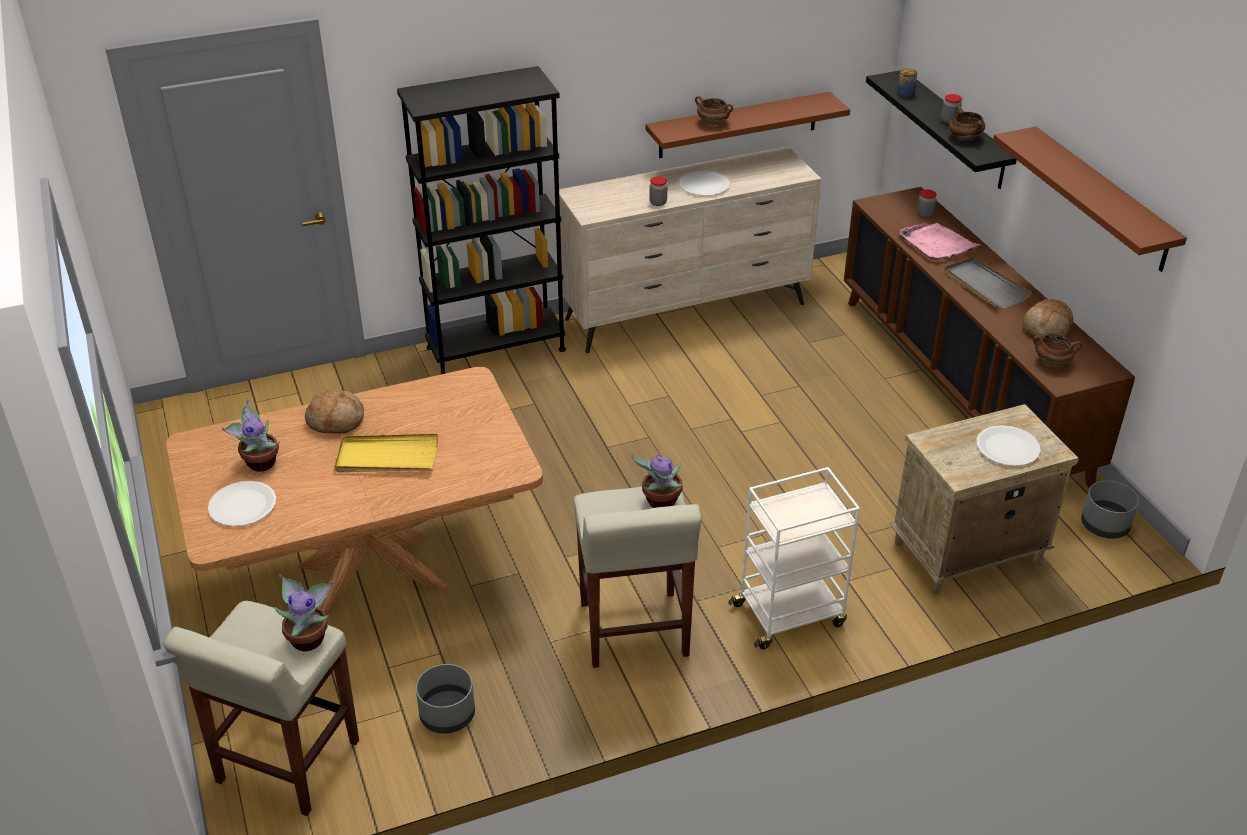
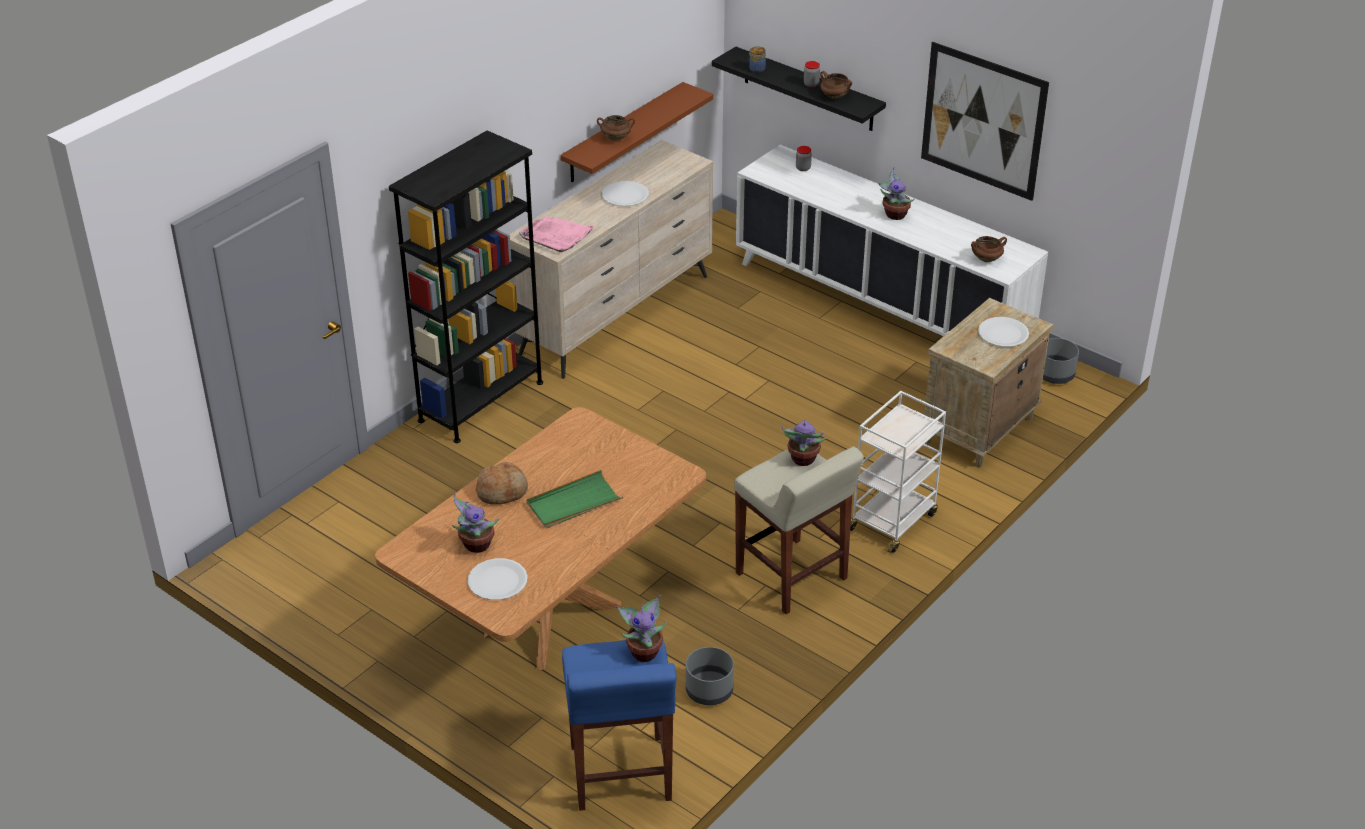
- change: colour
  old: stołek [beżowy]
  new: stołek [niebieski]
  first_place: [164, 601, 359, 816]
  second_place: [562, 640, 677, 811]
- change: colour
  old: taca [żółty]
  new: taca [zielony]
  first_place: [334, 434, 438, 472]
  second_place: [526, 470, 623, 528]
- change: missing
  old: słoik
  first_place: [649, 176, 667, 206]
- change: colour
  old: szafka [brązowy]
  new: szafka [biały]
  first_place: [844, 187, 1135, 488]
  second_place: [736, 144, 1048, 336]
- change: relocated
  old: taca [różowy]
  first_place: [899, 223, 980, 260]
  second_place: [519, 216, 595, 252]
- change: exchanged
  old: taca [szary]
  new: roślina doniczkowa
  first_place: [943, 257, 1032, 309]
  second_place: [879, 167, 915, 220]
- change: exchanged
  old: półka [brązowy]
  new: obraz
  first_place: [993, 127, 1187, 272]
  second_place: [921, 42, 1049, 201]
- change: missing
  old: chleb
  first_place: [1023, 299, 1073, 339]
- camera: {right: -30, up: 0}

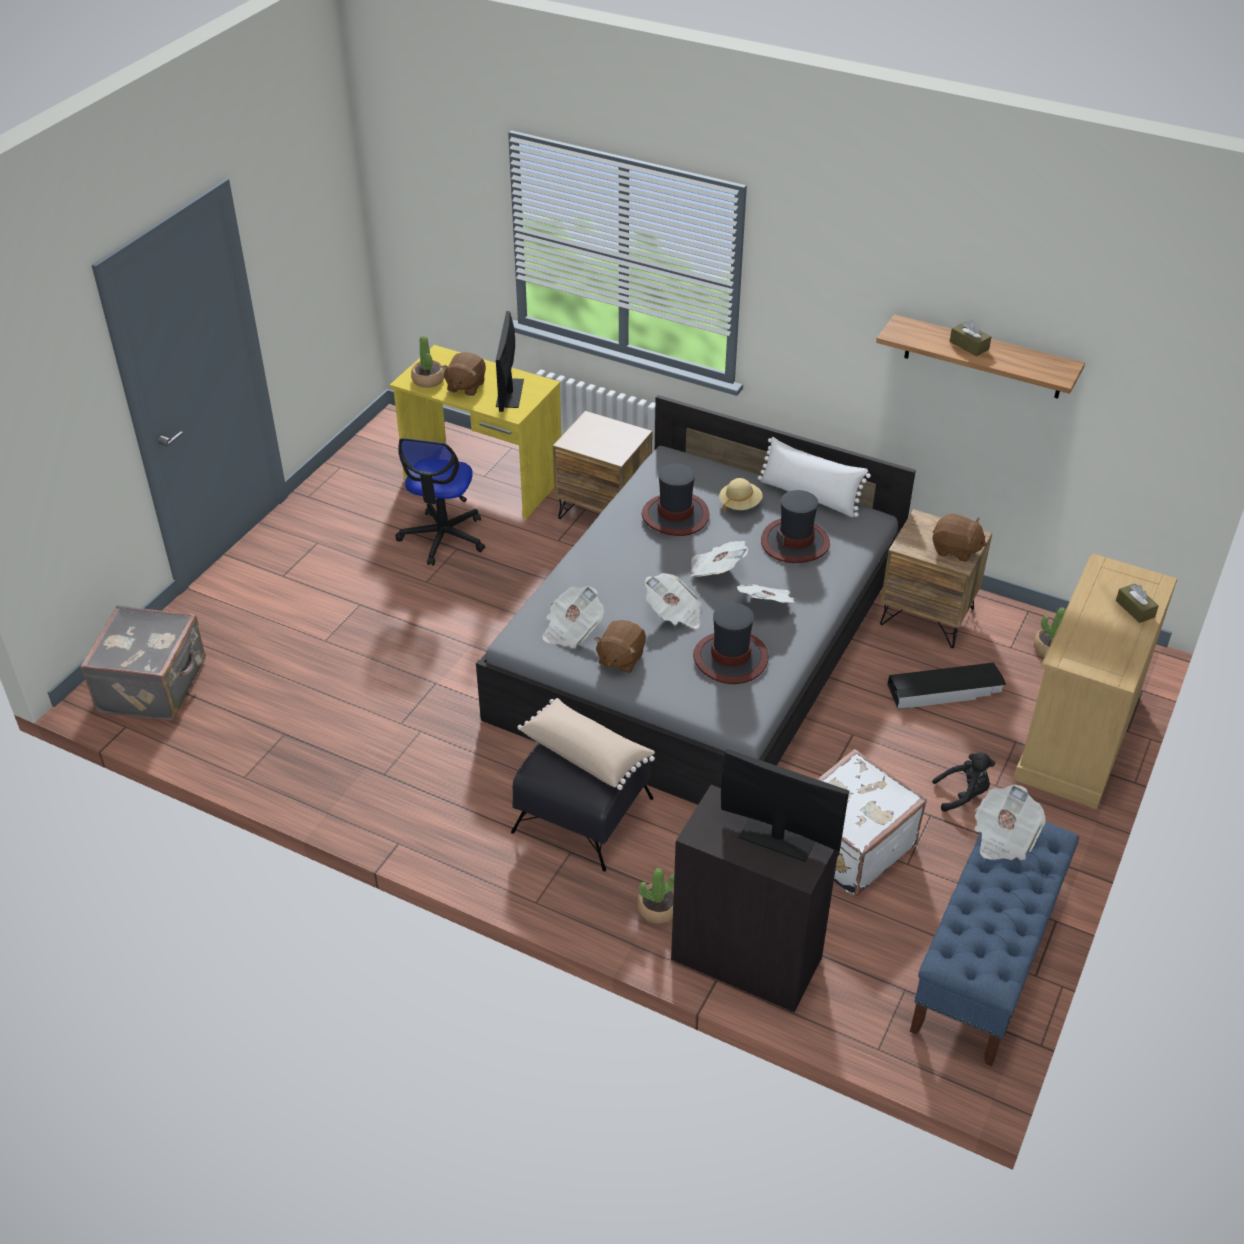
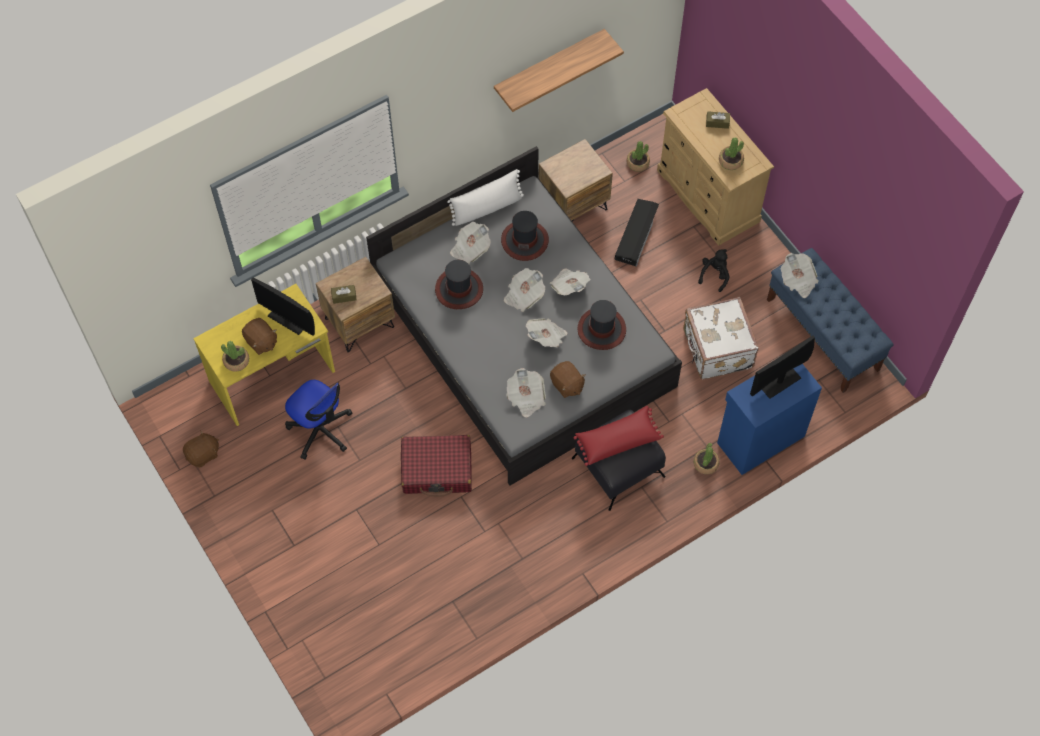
- change: missing
  old: walizka [szary]
  first_place: [80, 605, 206, 720]
- change: colour
  old: poduszka [beżowy]
  new: poduszka [czerwony]
  first_place: [517, 698, 655, 790]
  second_place: [574, 406, 664, 466]
- change: colour
  old: szafka [czarny]
  new: szafka [niebieski]
  first_place: [671, 785, 840, 1013]
  second_place: [717, 364, 822, 475]
- change: exchanged
  old: kapelusz [beżowy]
  new: gazeta
  first_place: [719, 478, 763, 513]
  second_place: [450, 222, 491, 264]
- change: relocated
  old: pluszak [brązowy]
  first_place: [932, 513, 987, 562]
  second_place: [183, 431, 219, 468]
- change: relocated
  old: pudełko chusteczek [brązowy]
  first_place: [950, 319, 991, 356]
  second_place: [331, 285, 356, 304]
- change: appeared
  new: walizka [czerwony]
  second_place: [401, 435, 472, 497]
- change: appeared
  new: roślina doniczkowa
  second_place: [719, 137, 744, 170]
- camera: {right: -60, up: 20}

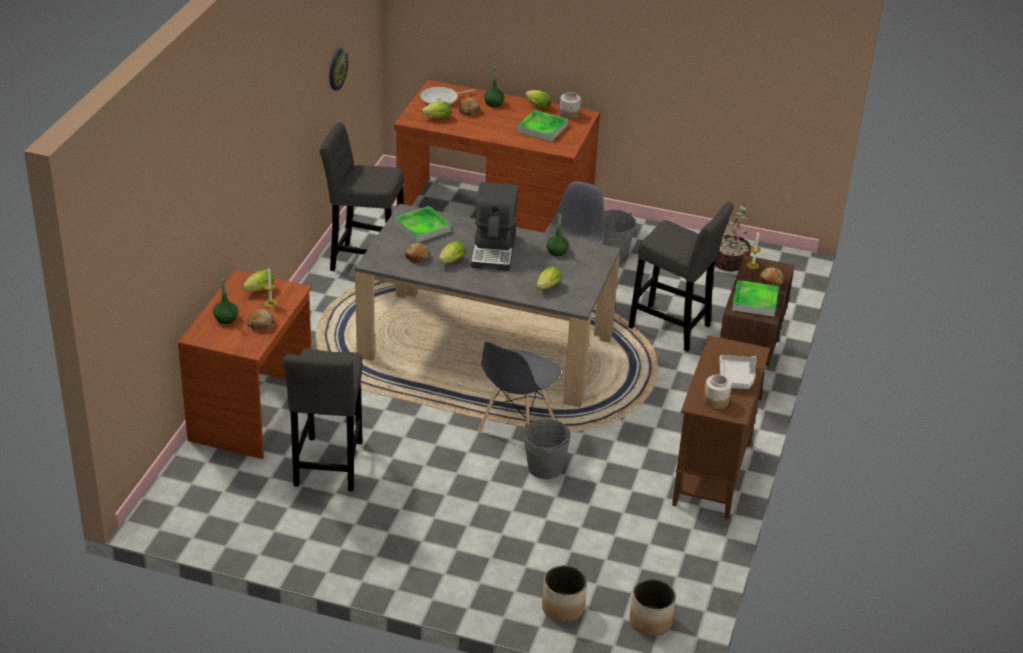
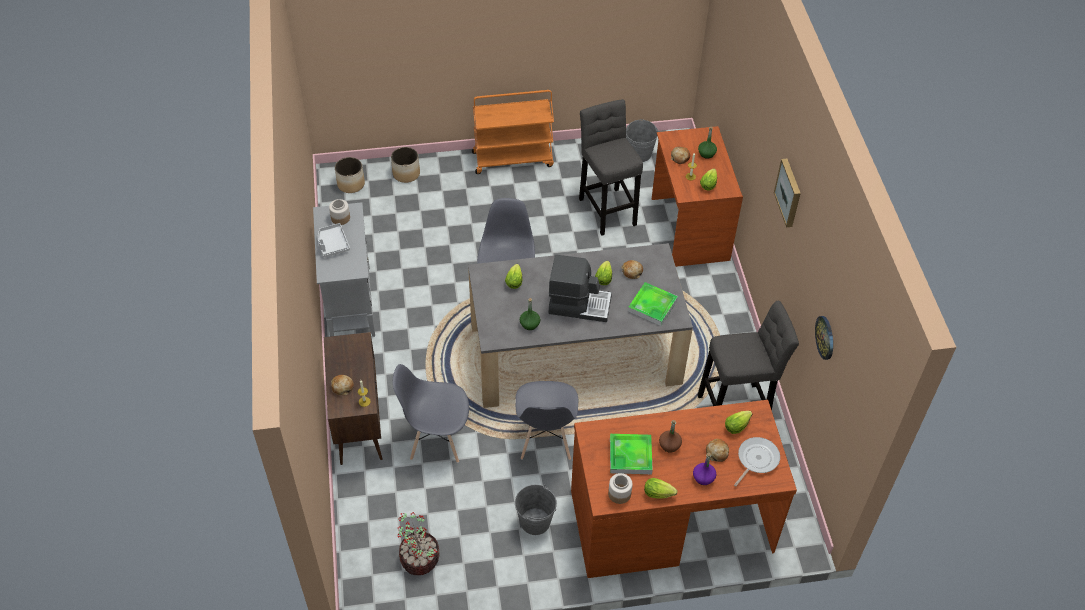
- change: spun
  old: ekspres do kawy
  first_place: [471, 182, 518, 271]
  second_place: [549, 254, 612, 322]
  degrees: 120
- change: colour
  old: butelka [zielony]
  new: butelka [fioletowy]
  first_place: [484, 68, 505, 107]
  second_place: [693, 453, 716, 485]
- change: relocated
  old: wiadro [szary]
  first_place: [524, 419, 571, 479]
  second_place: [626, 119, 659, 162]
- change: exchanged
  old: stołek [szary]
  new: krzesło [szary]
  first_place: [628, 202, 734, 352]
  second_place: [393, 364, 469, 463]
- change: colour
  old: szafka [brązowy]
  new: szafka [szary]
  first_place: [672, 335, 770, 519]
  second_place: [313, 202, 375, 337]
- change: missing
  old: taca
  first_place: [732, 280, 779, 317]
- change: appeared
  new: wózek [pomarańczowy]
  second_place: [472, 90, 554, 174]
- change: appeared
  new: butelka [brązowy]
  second_place: [659, 420, 682, 453]
- change: appeared
  new: obraz
  second_place: [774, 158, 801, 228]
- camera: {right: 155, up: 15}

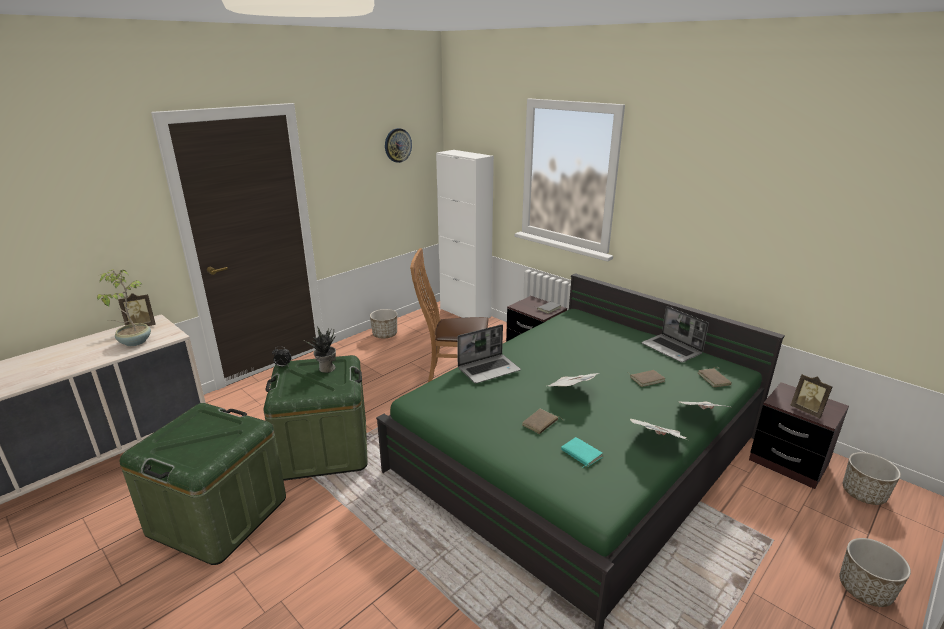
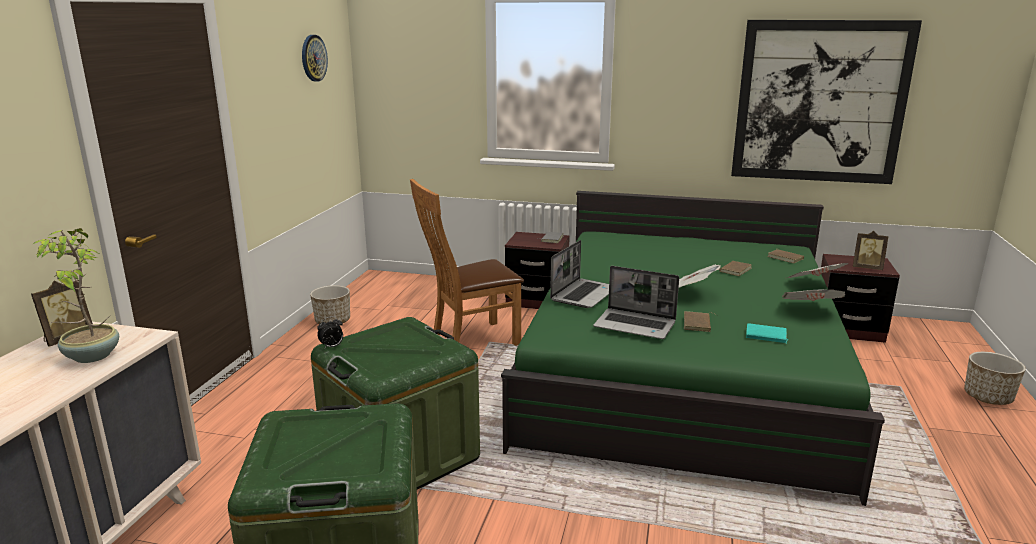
- change: missing
  old: roślina doniczkowa
  first_place: [305, 326, 336, 373]
- change: missing
  old: szafka [biały]
  first_place: [436, 150, 494, 318]
- change: relocated
  old: laptop
  first_place: [641, 306, 709, 362]
  second_place: [593, 266, 679, 339]
- change: missing
  old: donica
  first_place: [843, 452, 901, 505]
- change: appeared
  new: obraz
  second_place: [731, 20, 922, 184]
- camera: {right: -30, up: -5}

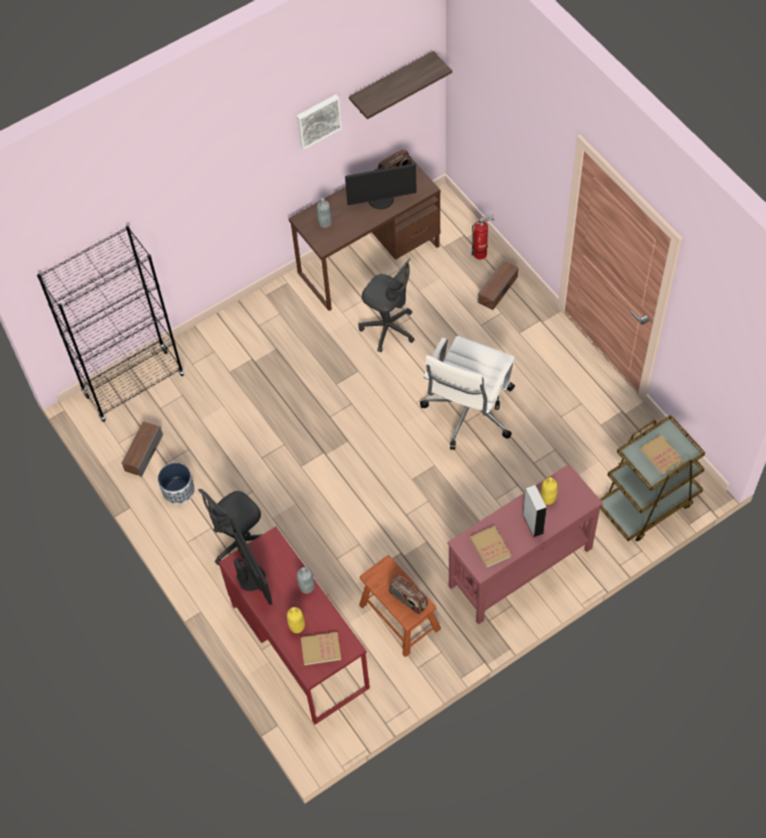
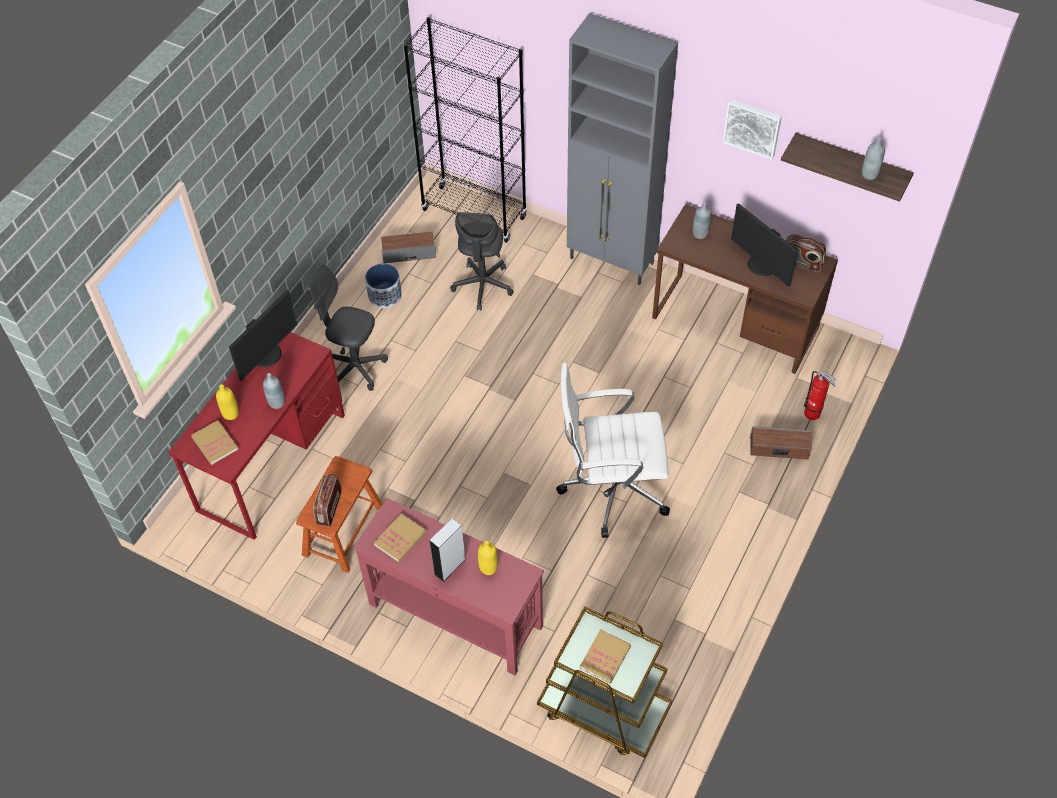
- change: relocated
  old: krzesło biurowe [szary]
  first_place: [359, 258, 415, 353]
  second_place: [450, 212, 514, 311]
- change: appeared
  new: szafka [szary]
  second_place: [567, 13, 678, 285]
- change: appeared
  new: butelka [szary]
  second_place: [862, 137, 885, 180]
- camera: {right: 60, up: -5}

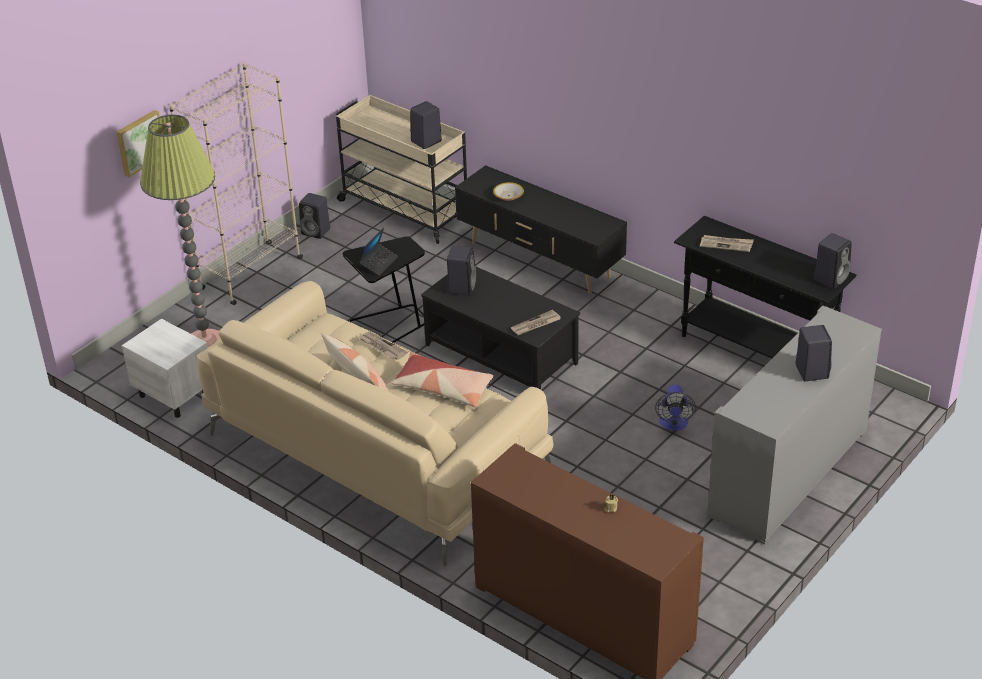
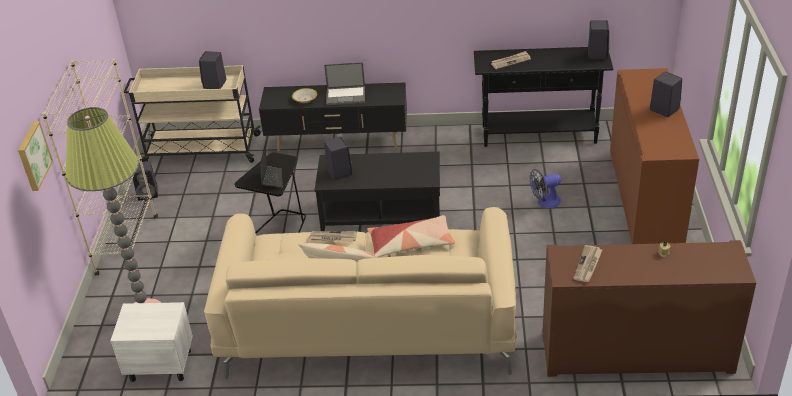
- change: relocated
  old: gazeta
  first_place: [511, 310, 561, 335]
  second_place: [573, 245, 602, 282]
- change: spun
  old: wentylator
  first_place: [655, 384, 696, 431]
  second_place: [530, 169, 561, 208]
  degrees: 105
- change: colour
  old: szafka [szary]
  new: szafka [brązowy]
  first_place: [707, 306, 882, 545]
  second_place: [610, 68, 699, 244]
- change: appeared
  new: laptop
  second_place: [324, 62, 365, 105]
- camera: {right: -35, up: 0}

